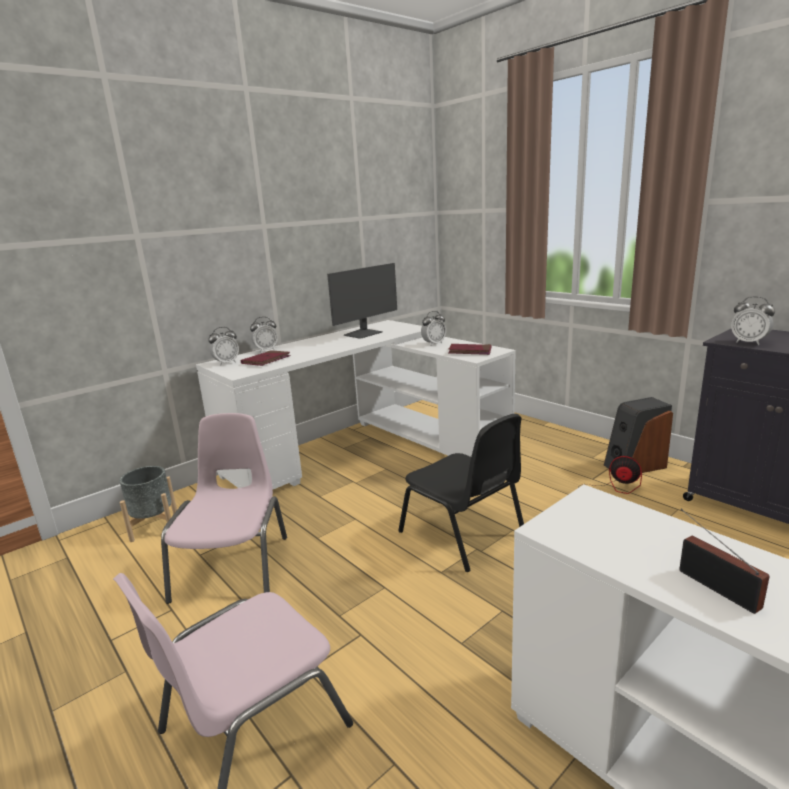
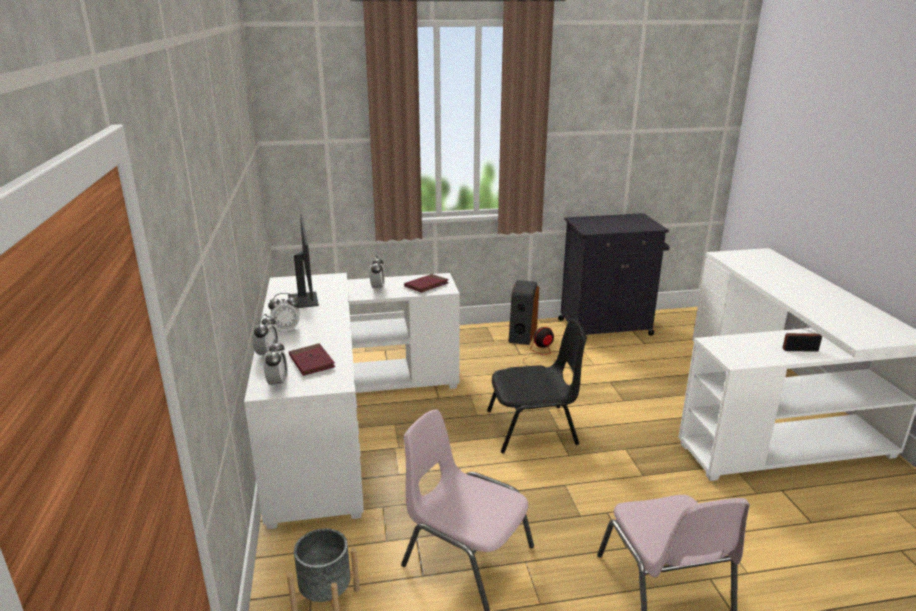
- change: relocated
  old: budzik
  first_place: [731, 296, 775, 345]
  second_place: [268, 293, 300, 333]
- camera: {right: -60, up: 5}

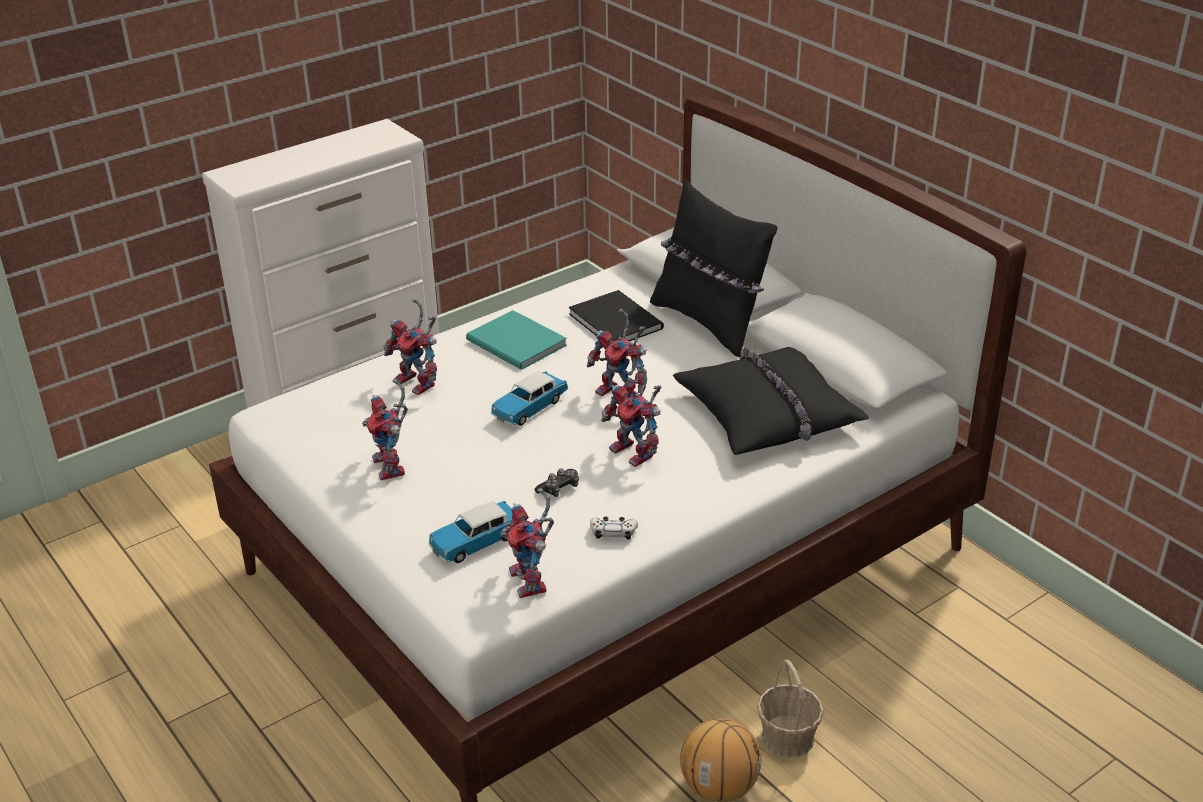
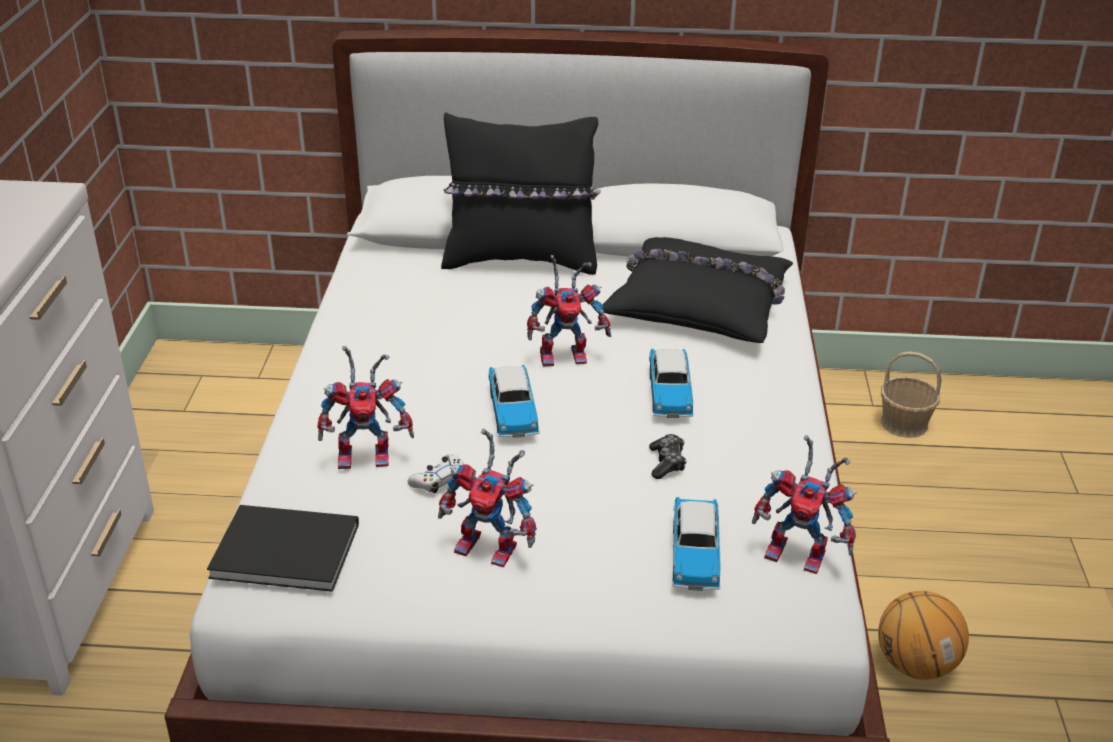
- change: missing
  old: książka [turkusowy]
  first_place: [466, 310, 567, 370]
- change: relocated
  old: książka [czarny]
  first_place: [569, 290, 664, 342]
  second_place: [207, 505, 359, 592]
- change: relocated
  old: pad do gier [biały]
  first_place: [590, 516, 638, 540]
  second_place: [408, 454, 464, 493]
- change: exchanged
  old: robot zabawkowy
  new: samochodzik
  first_place: [601, 364, 662, 467]
  second_place: [649, 349, 694, 418]
- change: relocated
  old: koszyk
  first_place: [757, 659, 824, 758]
  second_place: [881, 352, 942, 438]
- camera: {right: -50, up: 0}

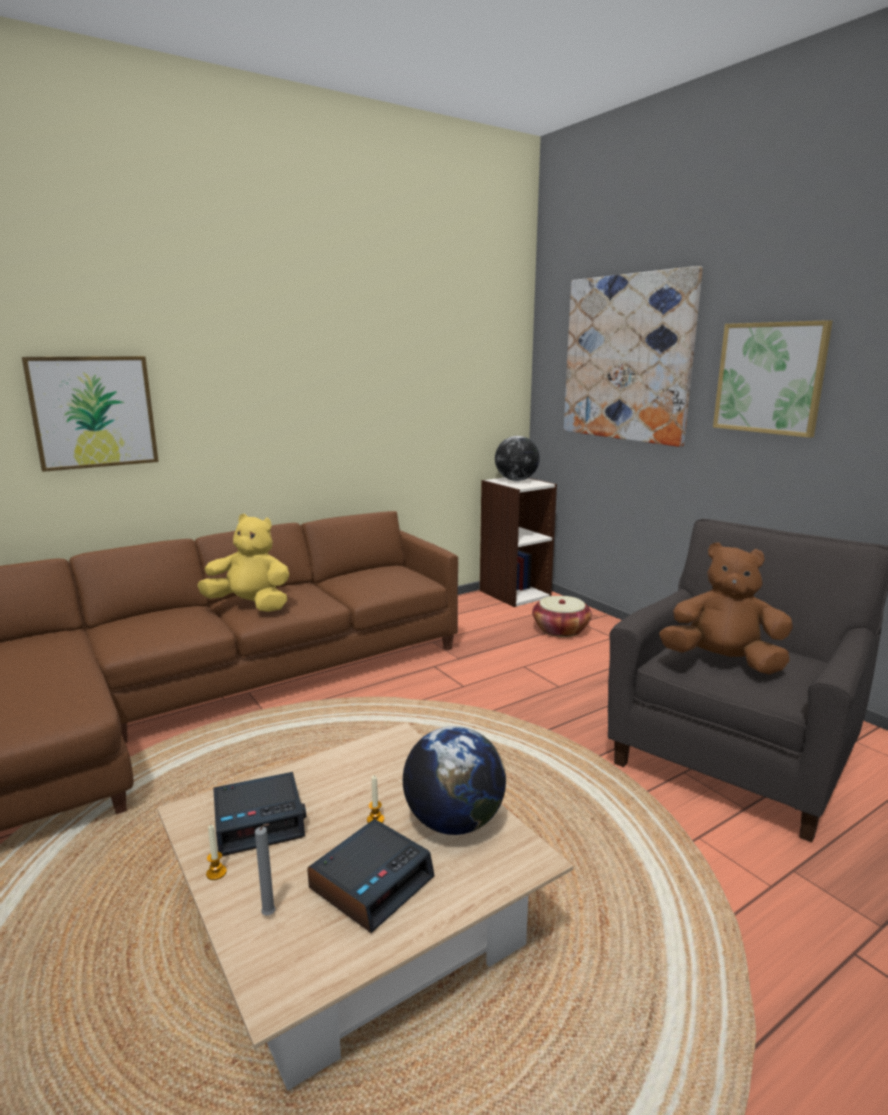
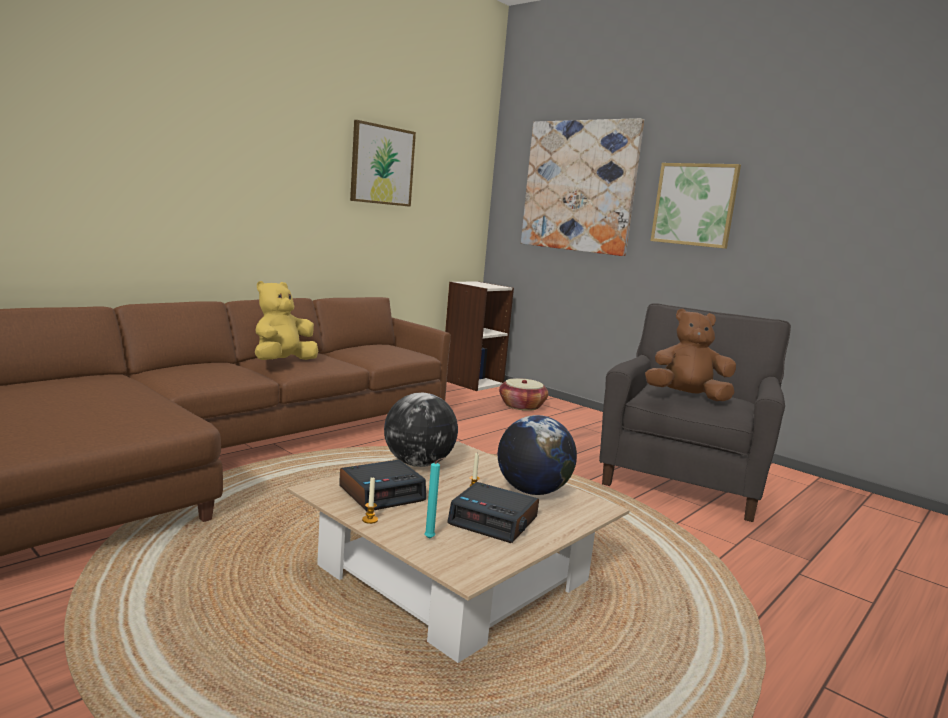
- change: relocated
  old: obraz
  first_place: [22, 356, 159, 472]
  second_place: [350, 120, 416, 207]
- change: spun
  old: pluszak [żółty]
  first_place: [197, 514, 289, 612]
  second_place: [255, 281, 318, 360]
  degrees: -60
- change: colour
  old: świeca [szary]
  new: świeca [turkusowy]
  first_place: [255, 824, 276, 916]
  second_place: [424, 457, 445, 539]
- change: spun
  old: budzik
  first_place: [307, 819, 435, 933]
  second_place: [447, 482, 539, 543]
  degrees: 90
- change: relocated
  old: globus
  first_place: [495, 436, 540, 481]
  second_place: [384, 393, 458, 467]
- camera: {right: -15, up: -5}

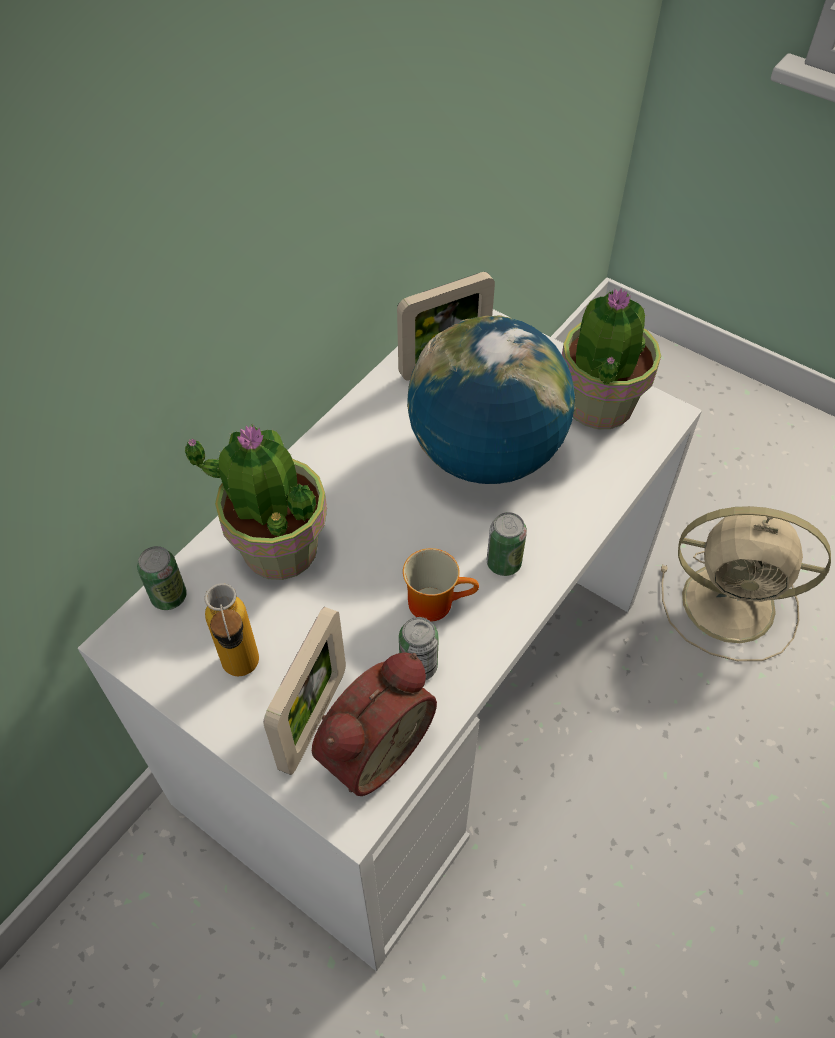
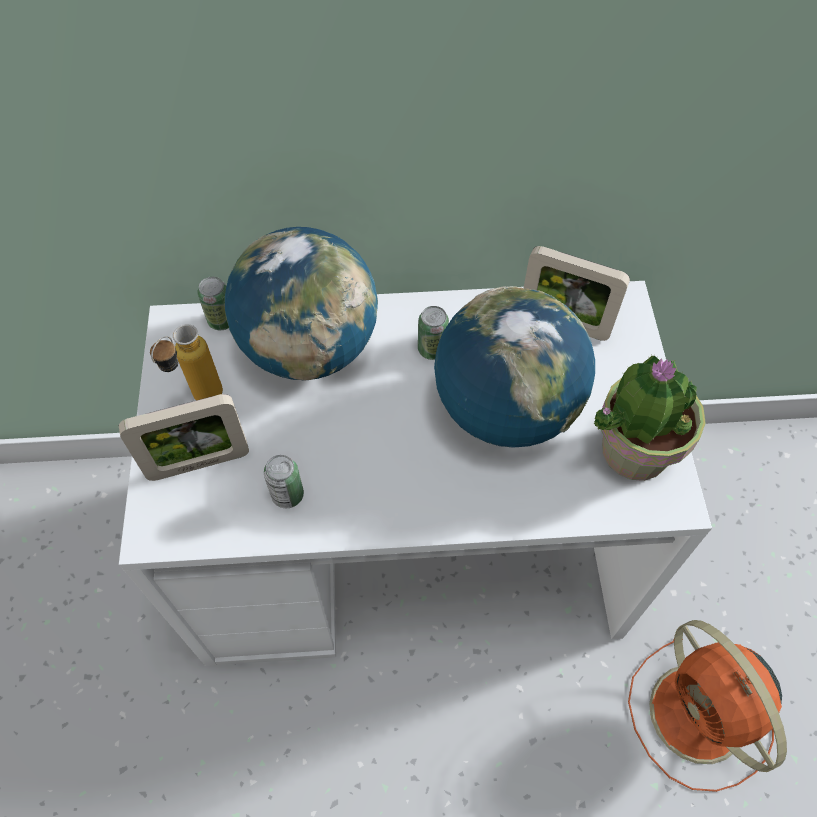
- change: exchanged
  old: roślina doniczkowa
  new: globus
  first_place: [185, 423, 327, 580]
  second_place: [224, 227, 378, 381]
- change: missing
  old: budzik
  first_place: [312, 652, 437, 796]
- change: missing
  old: kubek
  first_place: [403, 548, 479, 622]
- change: relocated
  old: puszka
  first_place: [487, 512, 527, 576]
  second_place: [418, 306, 449, 360]
- change: colour
  old: wentylator [beżowy]
  new: wentylator [pomarańczowy]
  first_place: [661, 506, 831, 661]
  second_place: [628, 620, 787, 792]
- camera: {right: 50, up: 5}

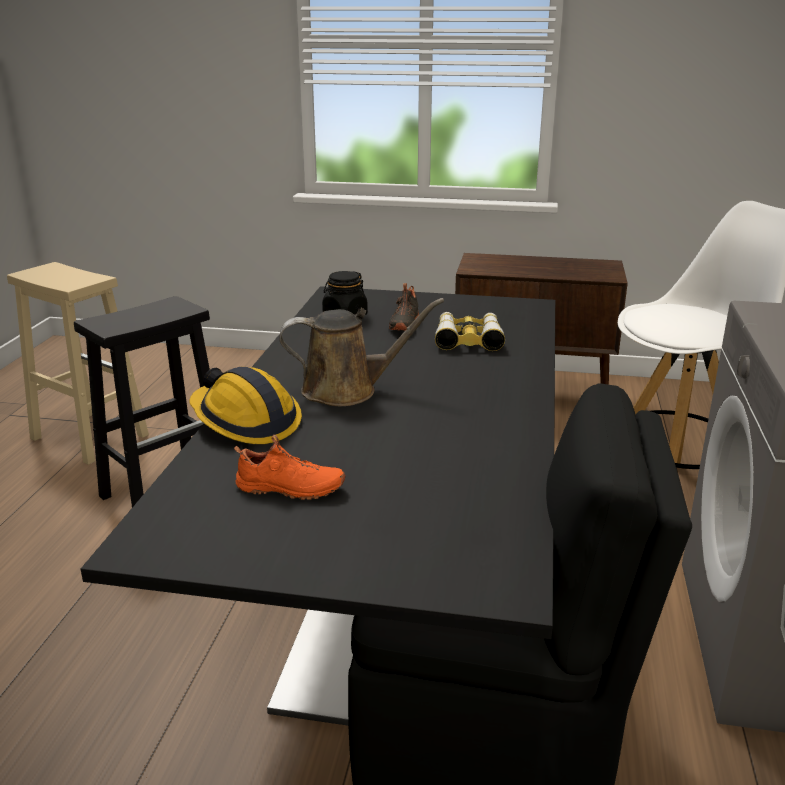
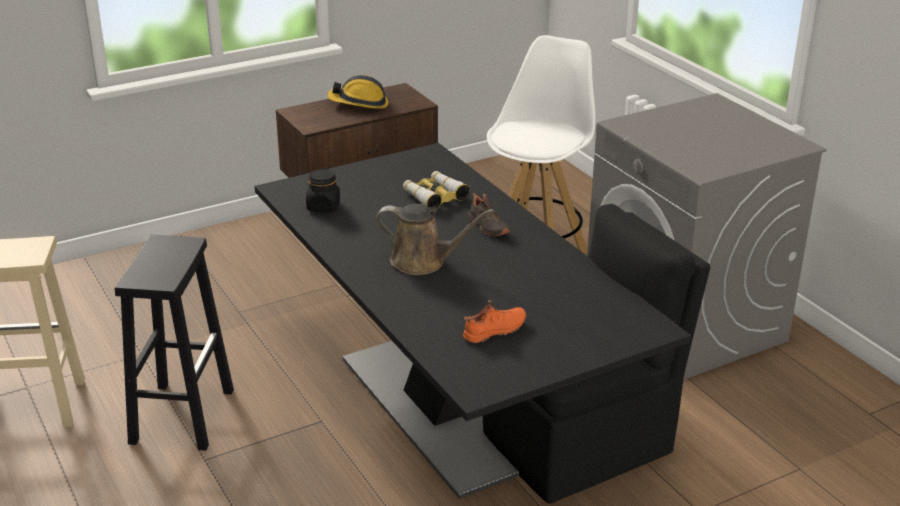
- change: relocated
  old: kask
  first_place: [189, 367, 302, 444]
  second_place: [328, 75, 388, 109]
- change: spun
  old: konewka [brązowy]
  first_place: [279, 298, 444, 406]
  second_place: [376, 204, 494, 275]
  degrees: 60
- change: relocated
  old: but [czarny]
  first_place: [389, 283, 419, 331]
  second_place: [469, 193, 510, 236]
- camera: {right: -40, up: 5}

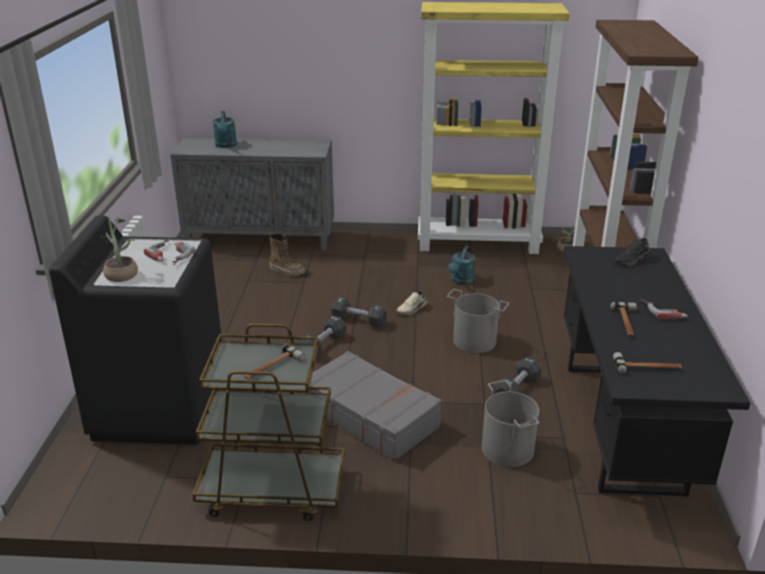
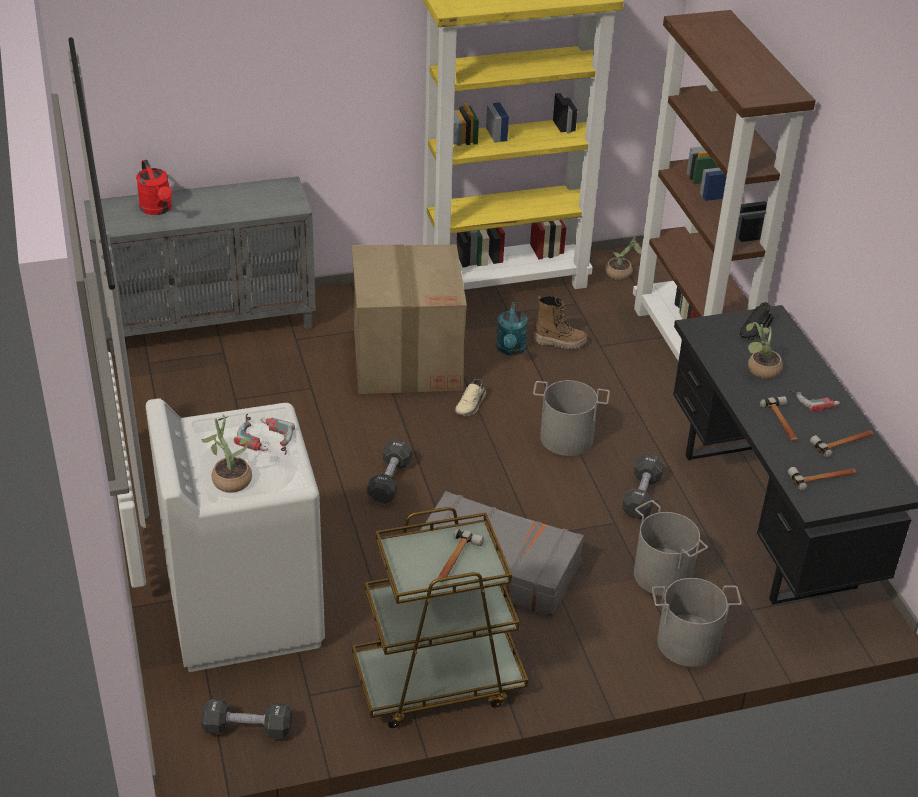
- change: colour
  old: pralka [czarny]
  new: pralka [biały]
  first_place: [49, 215, 221, 445]
  second_place: [146, 398, 325, 672]
- change: colour
  old: konewka [turkusowy]
  new: konewka [czerwony]
  first_place: [213, 111, 237, 148]
  second_place: [136, 160, 172, 215]
- change: relocated
  old: but z cholewką
  first_place: [269, 232, 305, 277]
  second_place: [534, 296, 587, 349]
- change: relocated
  old: hantel [czarny]
  first_place: [331, 297, 387, 328]
  second_place: [201, 699, 292, 739]
- change: appeared
  new: karton
  second_place: [351, 245, 467, 394]
- change: appeared
  new: wiadro [szary]
  second_place: [652, 578, 742, 667]
- change: appeared
  new: roślina doniczkowa
  second_place: [746, 322, 783, 379]
- change: appeared
  new: młotek
  second_place: [810, 430, 873, 458]
- camera: {right: -20, up: 10}

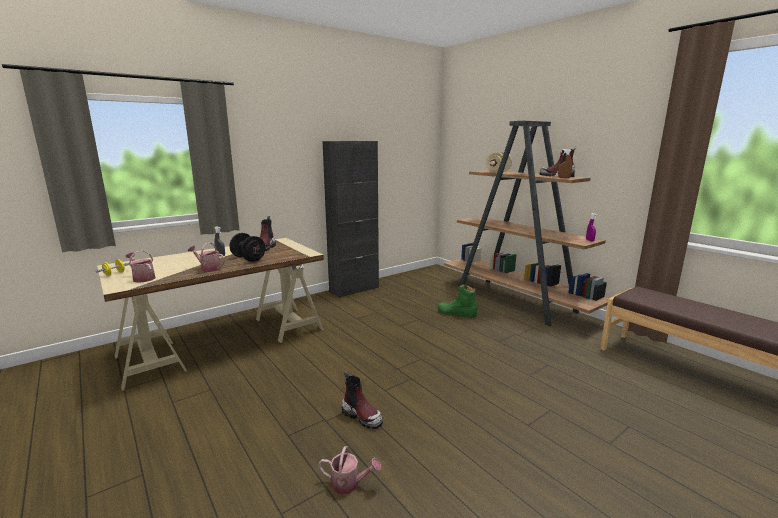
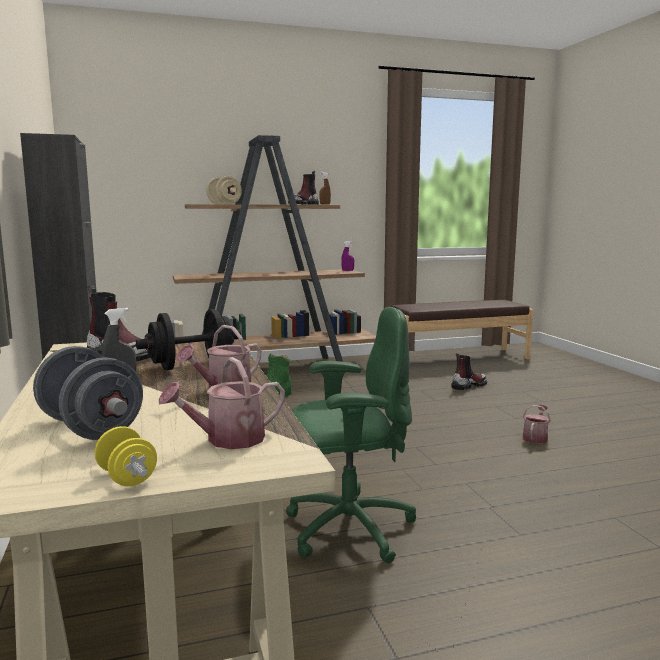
- change: relocated
  old: konewka
  first_place: [318, 446, 382, 495]
  second_place: [523, 405, 551, 444]
- change: relocated
  old: but z cholewką
  first_place: [342, 371, 383, 429]
  second_place: [452, 353, 487, 390]
- change: appeared
  new: hantel [szary]
  second_place: [33, 346, 143, 440]
- change: appeared
  new: krzesło biurowe [zielony]
  second_place: [286, 307, 416, 563]
- camera: {right: -70, up: -5}

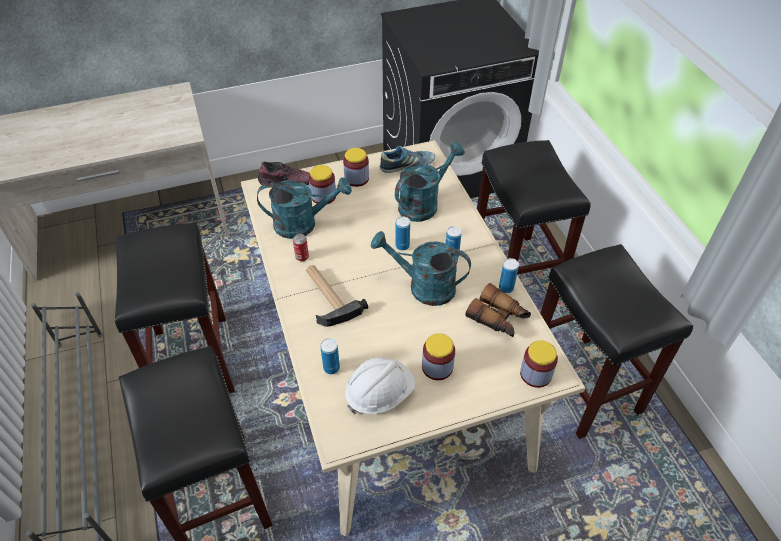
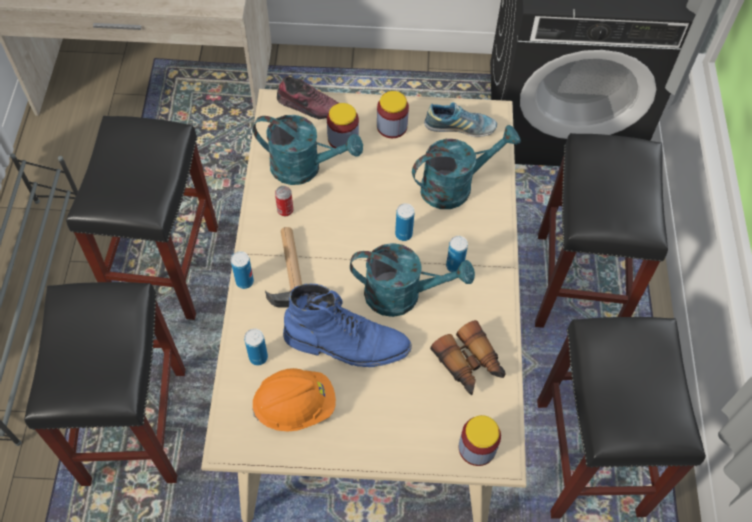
- change: colour
  old: kask [biały]
  new: kask [pomarańczowy]
  first_place: [345, 357, 415, 415]
  second_place: [252, 368, 336, 432]
- change: spun
  old: konewka [turkusowy]
  first_place: [371, 231, 471, 306]
  second_place: [350, 243, 475, 317]
  degrees: 150
- change: missing
  old: słoik
  first_place: [422, 333, 455, 380]
- change: relocated
  old: puszka
  first_place: [499, 258, 519, 293]
  second_place: [231, 251, 254, 289]
- change: appeared
  new: but z cholewką [niebieski]
  second_place: [283, 283, 412, 367]
- camera: {right: 20, up: 10}

